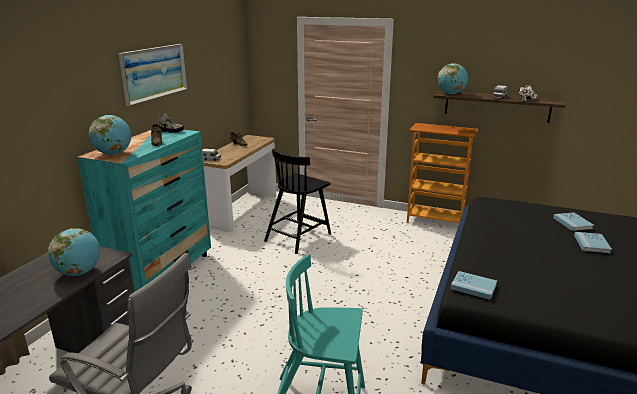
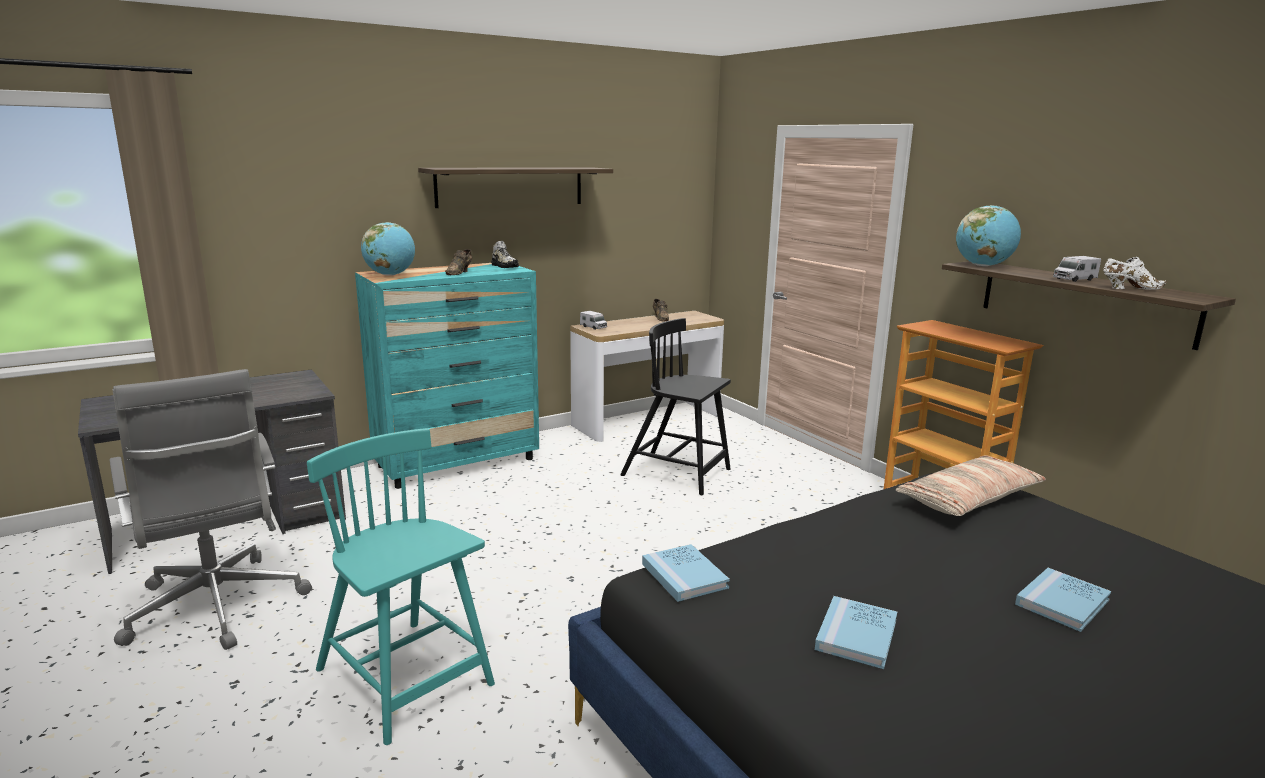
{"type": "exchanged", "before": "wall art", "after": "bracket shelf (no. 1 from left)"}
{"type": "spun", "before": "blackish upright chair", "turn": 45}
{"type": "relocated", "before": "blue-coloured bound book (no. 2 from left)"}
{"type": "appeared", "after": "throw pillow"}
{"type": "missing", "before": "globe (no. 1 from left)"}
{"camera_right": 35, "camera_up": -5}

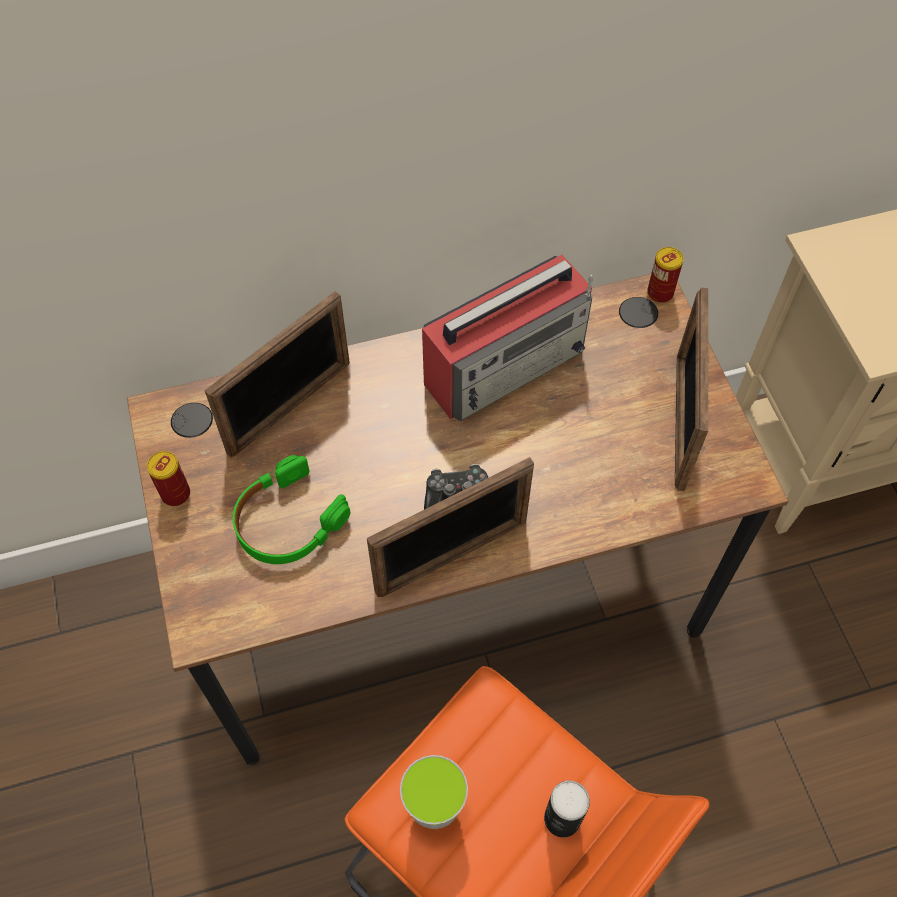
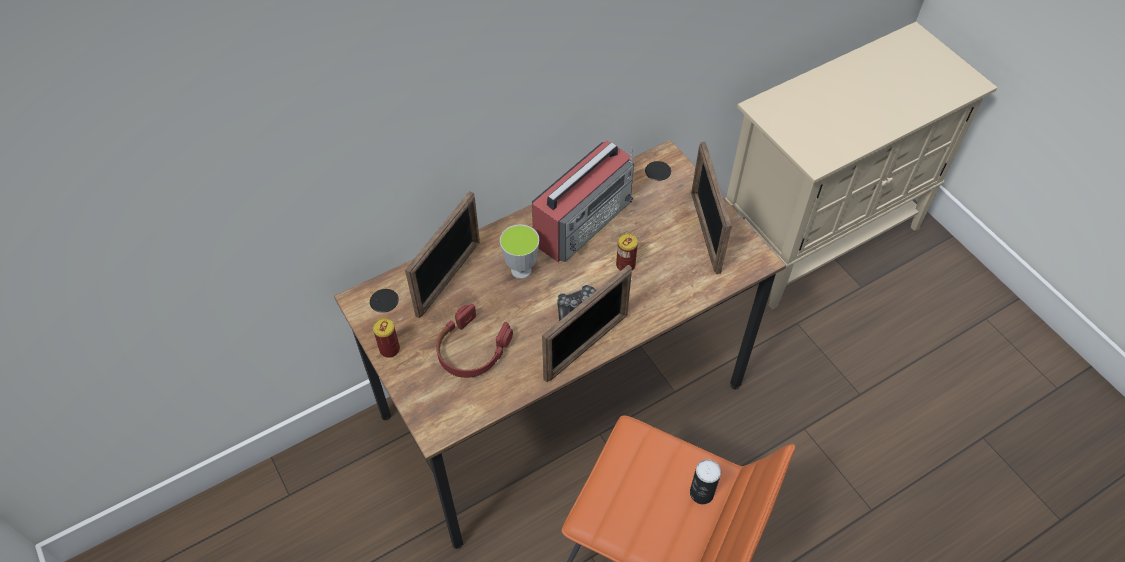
{"type": "colour", "before": "green headset", "after": "red-coloured headset"}
{"type": "relocated", "before": "drinking cup"}
{"type": "relocated", "before": "metal can (no. 3 from left in the first image)", "after": "metal can (no. 2 from left)"}
{"camera_right": -15, "camera_up": -5}

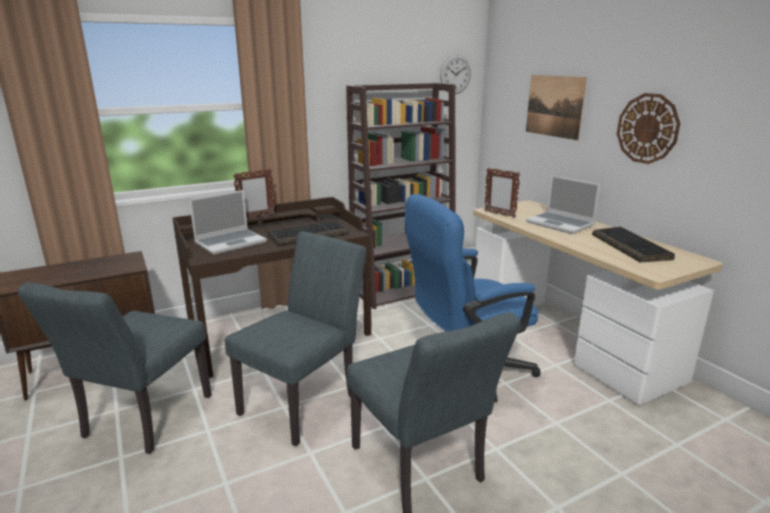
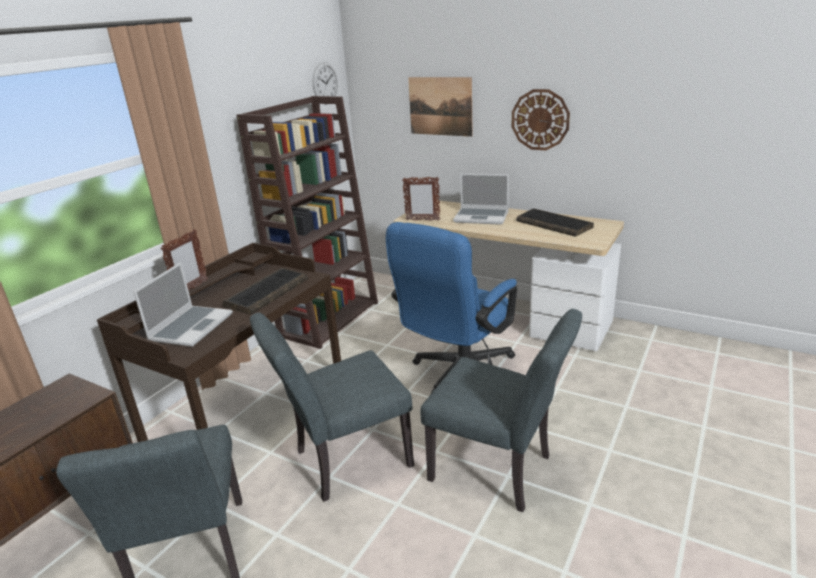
{"type": "spun", "before": "grey upright chair (no. 2 from left)", "turn": -120}
{"camera_right": -30, "camera_up": 5}

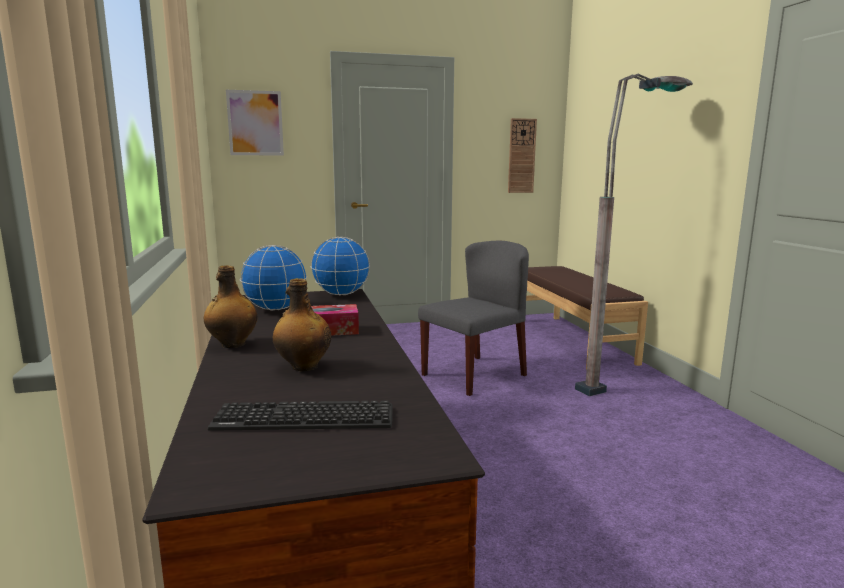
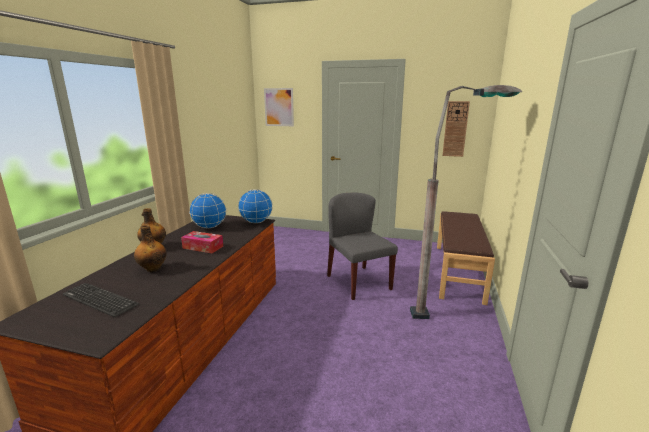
{"type": "spun", "before": "grey upright chair", "turn": -105}
{"camera_right": 30, "camera_up": 5}

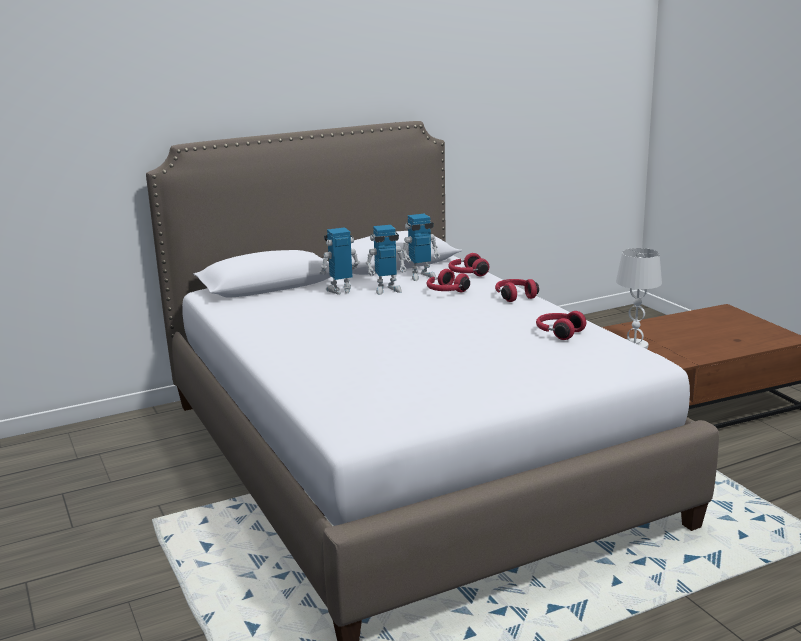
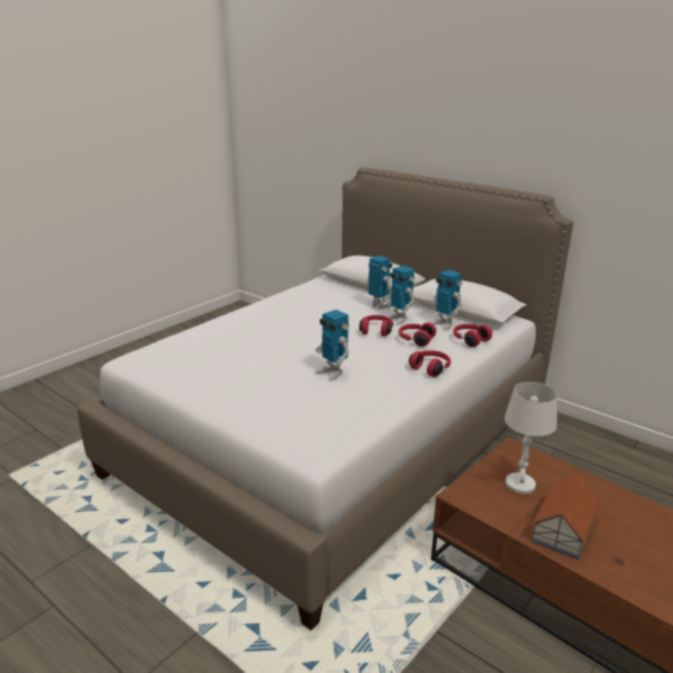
{"type": "appeared", "after": "robot figure (no. 1 from left)"}
{"type": "relocated", "before": "red-coloured headset (no. 4 from left in the first image)", "after": "red-coloured headset (no. 1 from left)"}
{"type": "appeared", "after": "miniature house"}
{"camera_right": 65, "camera_up": 5}

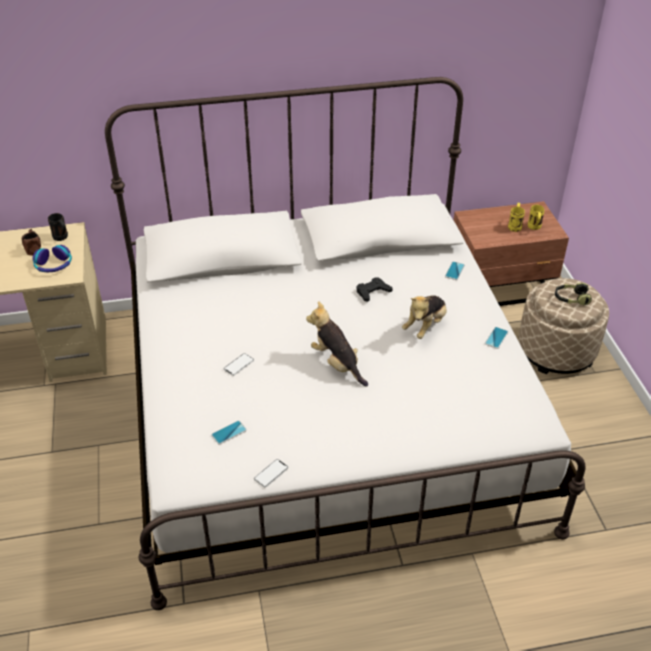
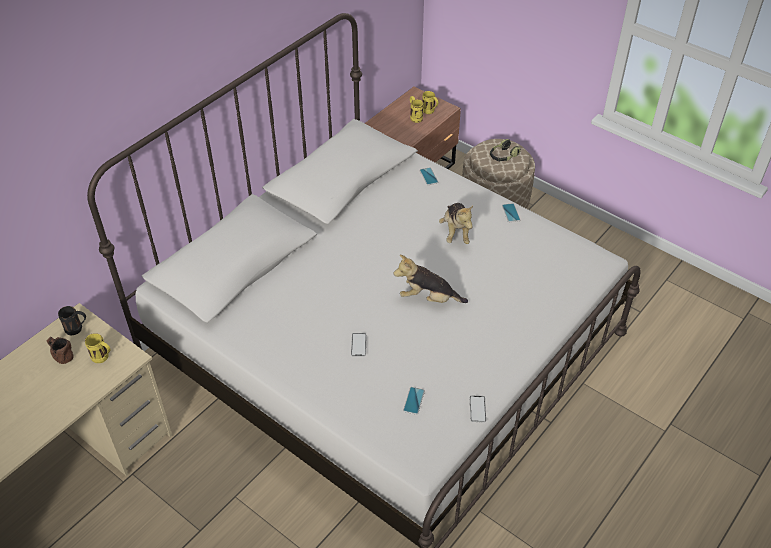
{"type": "exchanged", "before": "headset (no. 1 from left)", "after": "yellowish mug (no. 1 from left)"}
{"type": "missing", "before": "blackish joypad"}
{"camera_right": -40, "camera_up": 5}

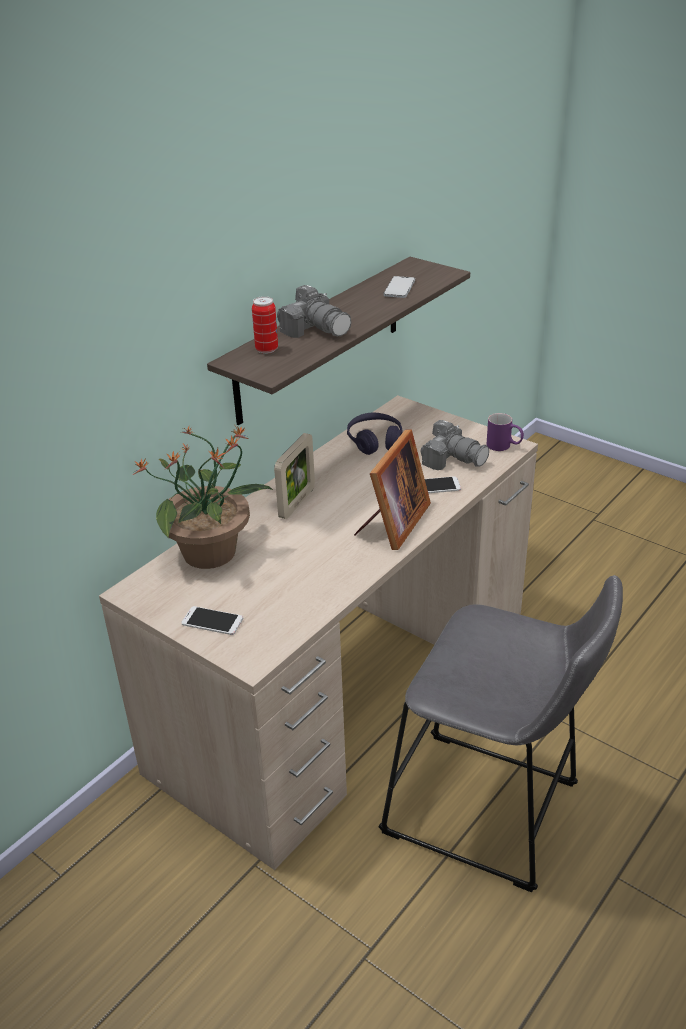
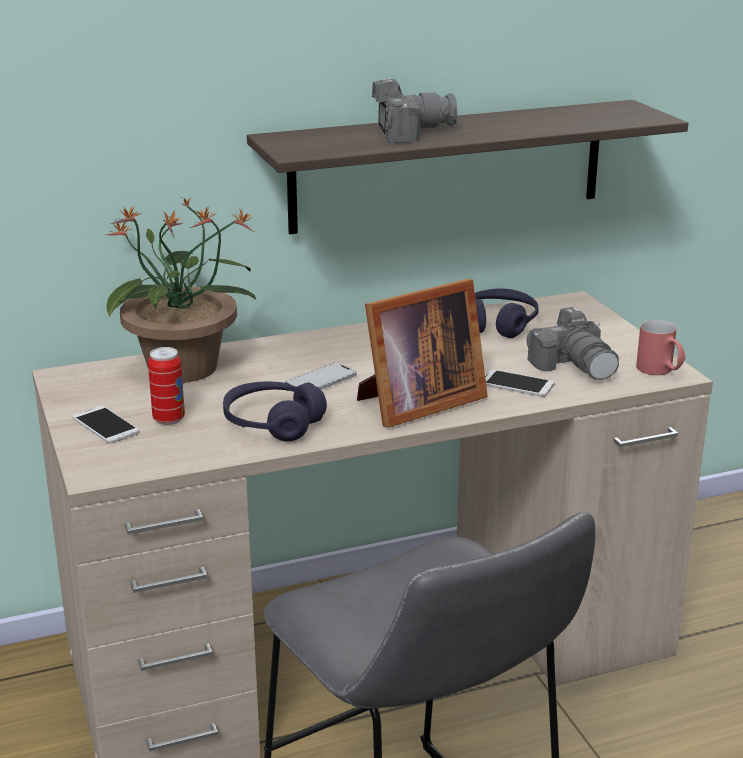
{"type": "relocated", "before": "metal can"}
{"type": "appeared", "after": "purple headset (no. 1 from left)"}
{"type": "relocated", "before": "handset (no. 2 from left)"}
{"type": "spun", "before": "still camera (no. 1 from left)", "turn": -90}
{"type": "colour", "before": "purple mug", "after": "red-coloured mug"}
{"type": "missing", "before": "standing frame (no. 1 from left)"}
{"camera_right": 30, "camera_up": -10}

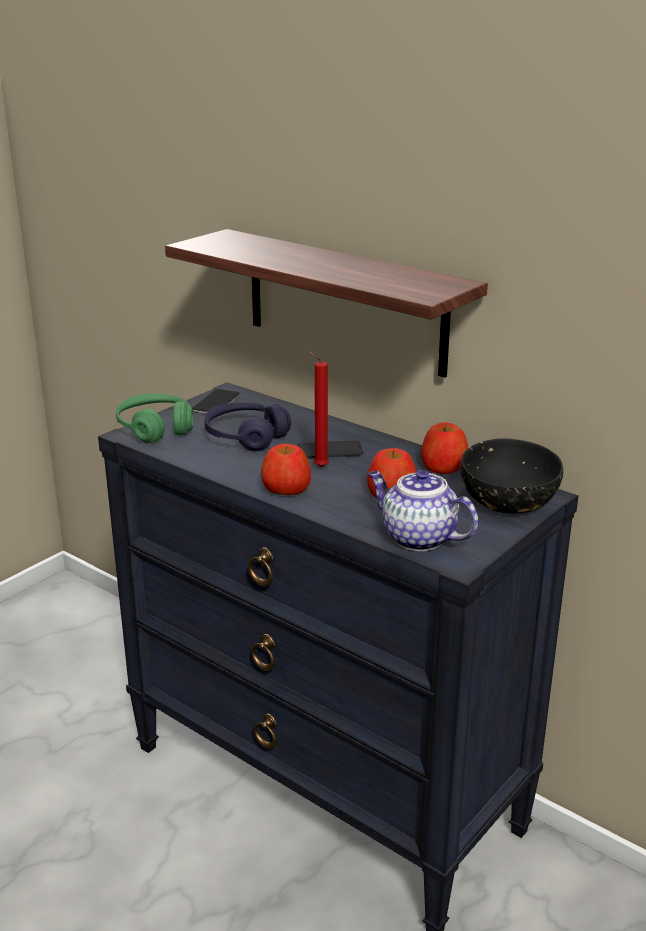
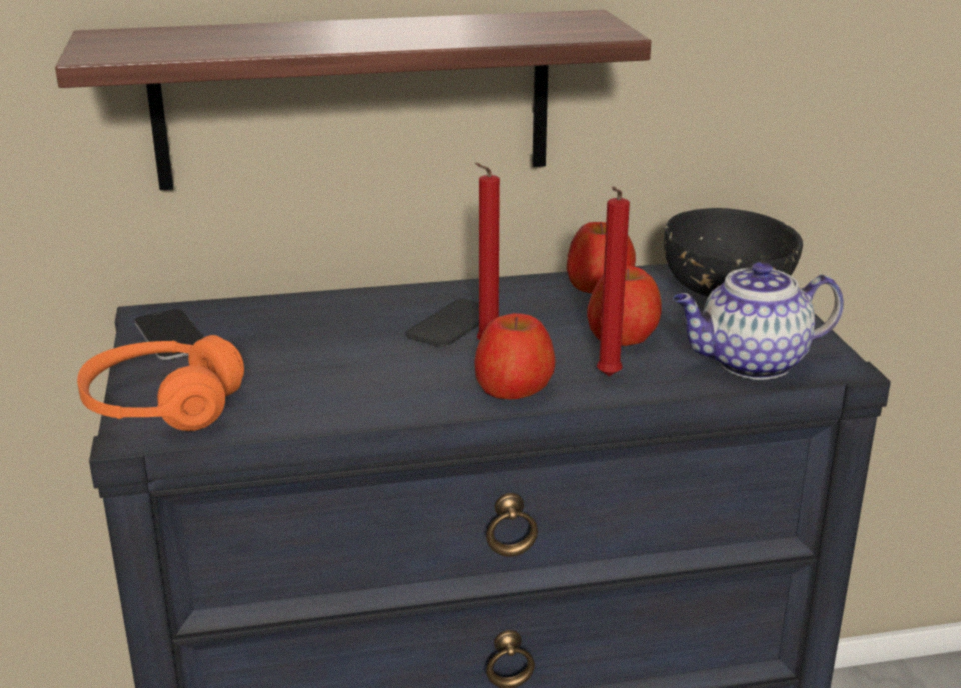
{"type": "colour", "before": "green headset", "after": "orangey headset"}
{"type": "appeared", "after": "red-coloured wax light (no. 2 from left)"}
{"type": "missing", "before": "purple headset"}
{"camera_right": -50, "camera_up": 0}

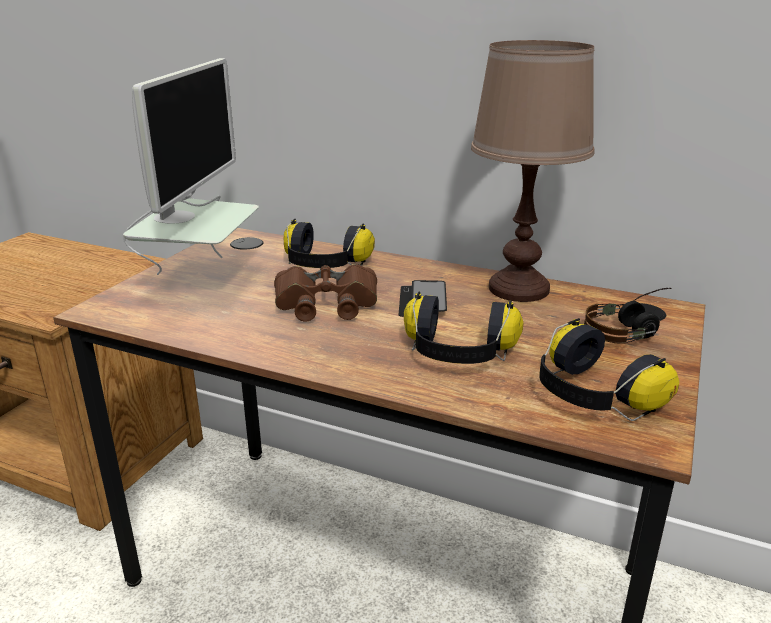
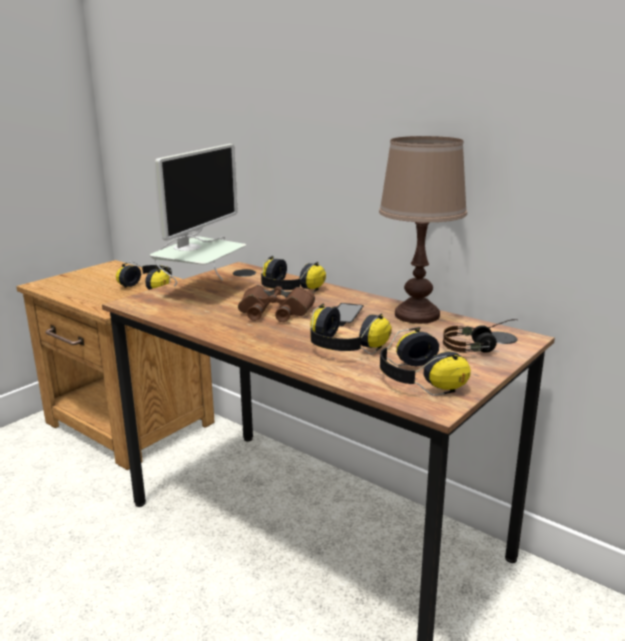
{"type": "appeared", "after": "headset (no. 1 from left)"}
{"camera_right": 15, "camera_up": -5}

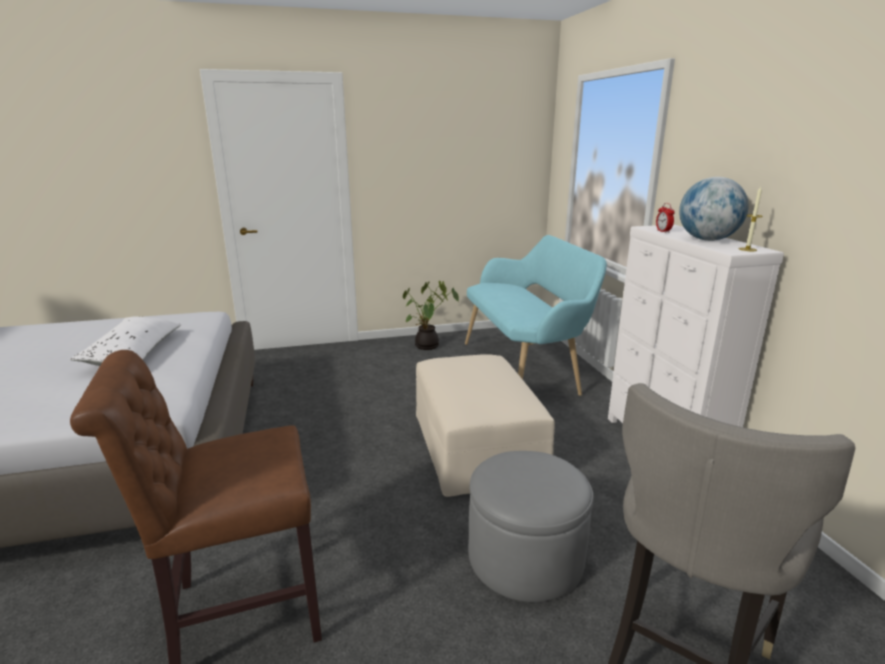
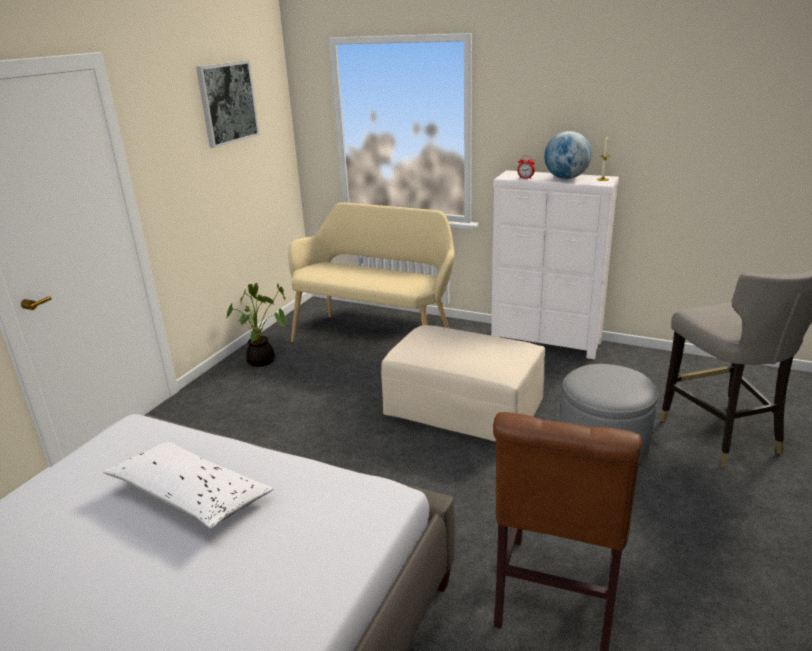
{"type": "appeared", "after": "wall art"}
{"type": "colour", "before": "blue-green bench", "after": "sand-coloured bench"}
{"camera_right": -50, "camera_up": 5}

